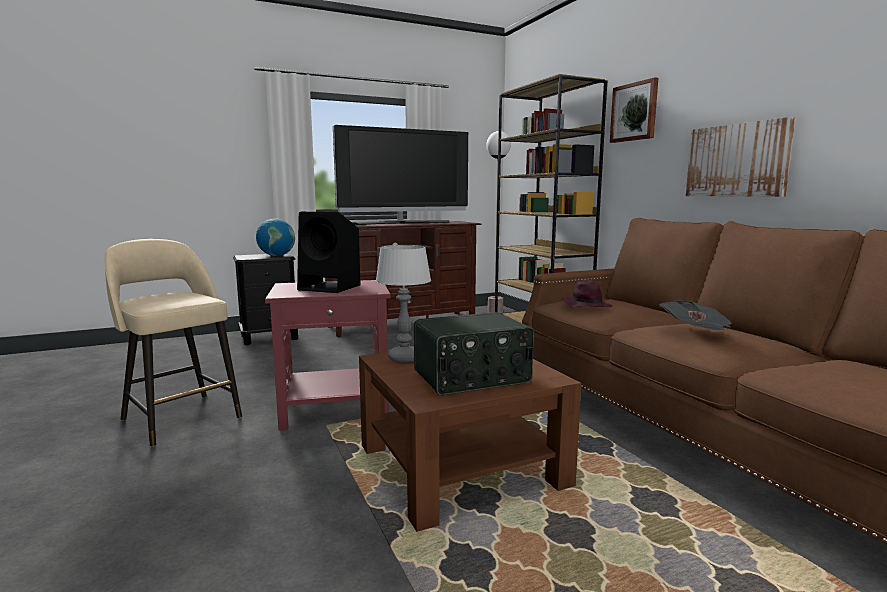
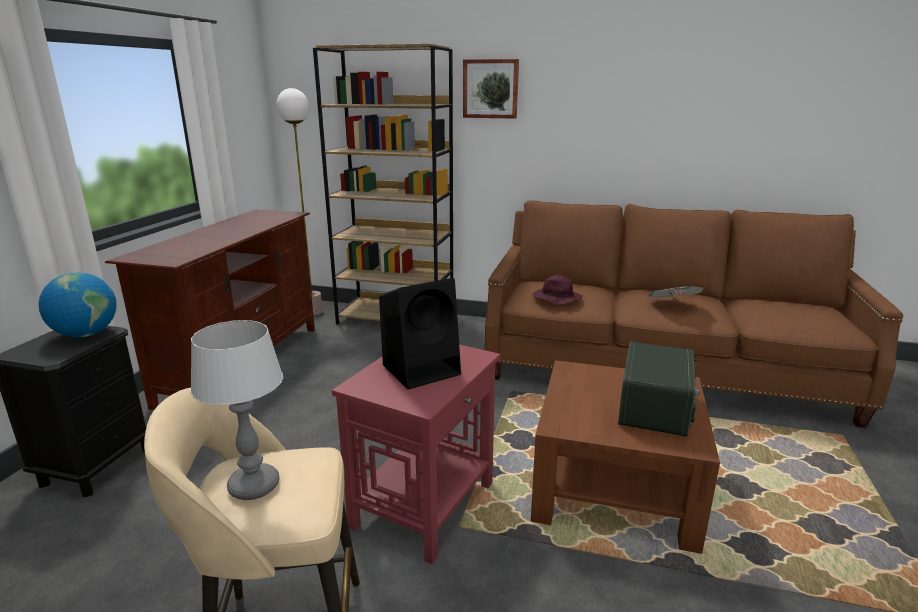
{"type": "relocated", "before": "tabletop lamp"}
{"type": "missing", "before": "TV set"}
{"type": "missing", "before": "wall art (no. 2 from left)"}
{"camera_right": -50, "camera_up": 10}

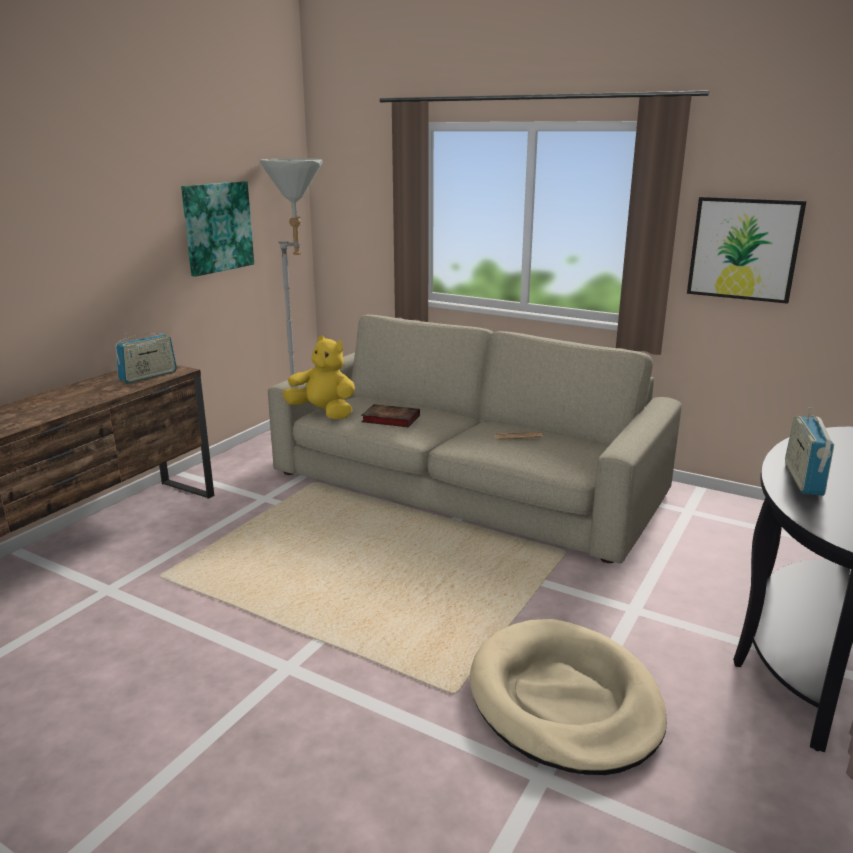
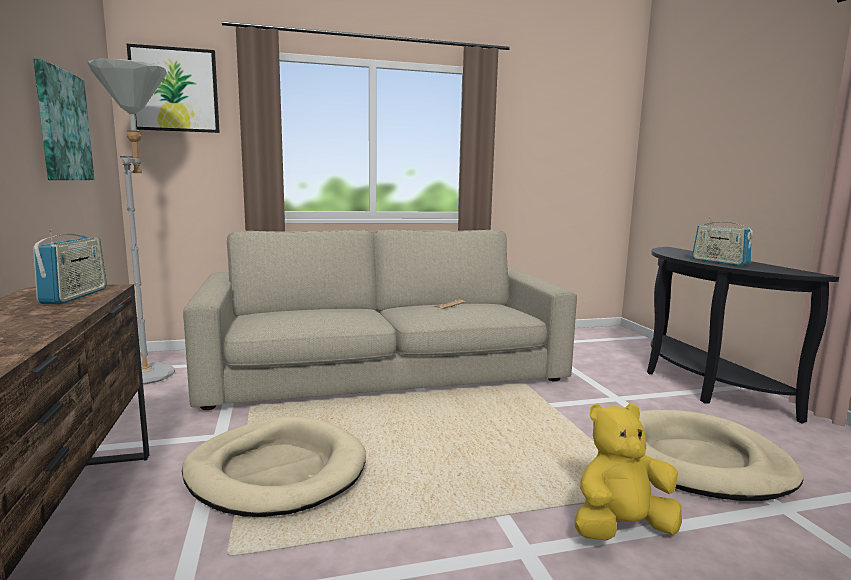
{"type": "relocated", "before": "wall art (no. 2 from left)"}
{"type": "appeared", "after": "sand-coloured dog cushion (no. 1 from left)"}
{"type": "relocated", "before": "yellowish plush toy"}
{"type": "missing", "before": "bound book"}
{"camera_right": -45, "camera_up": -10}

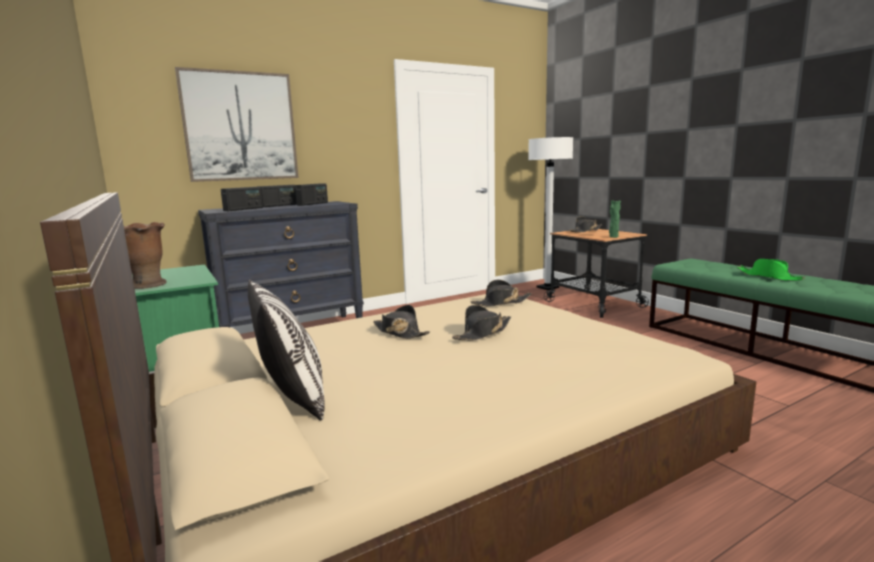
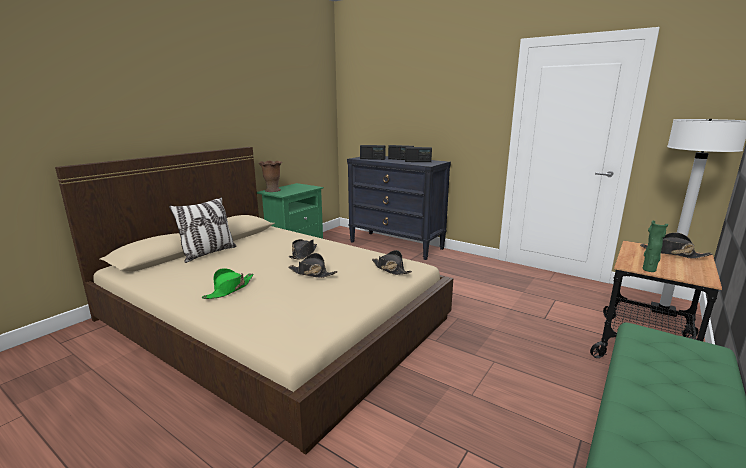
{"type": "relocated", "before": "green hat"}
{"type": "missing", "before": "wall art"}
{"camera_right": 65, "camera_up": 5}

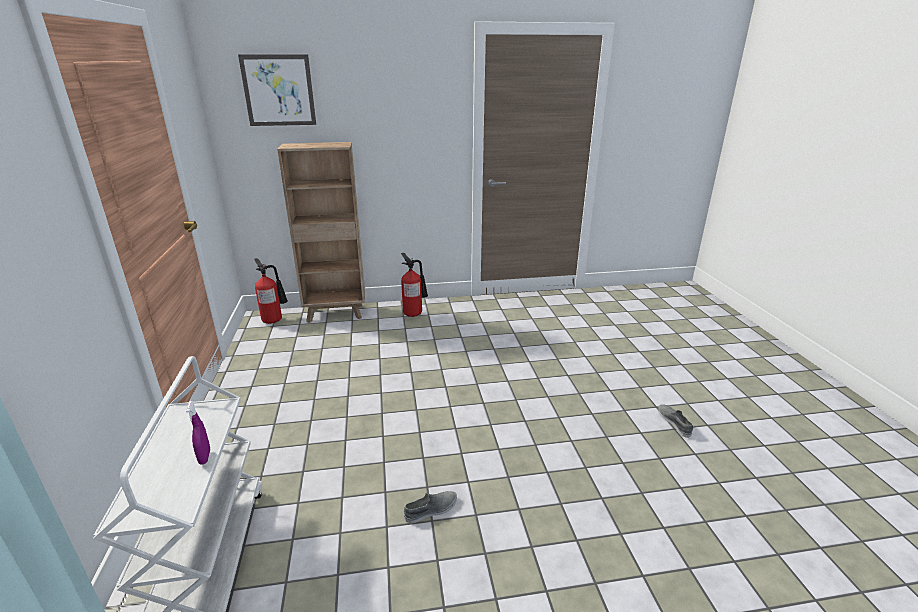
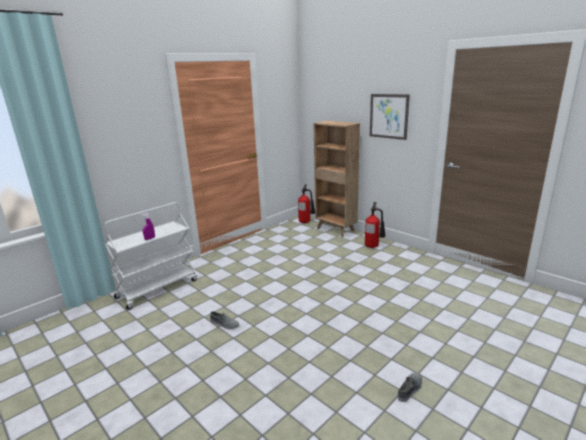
{"type": "relocated", "before": "wall art"}
{"camera_right": 55, "camera_up": -5}

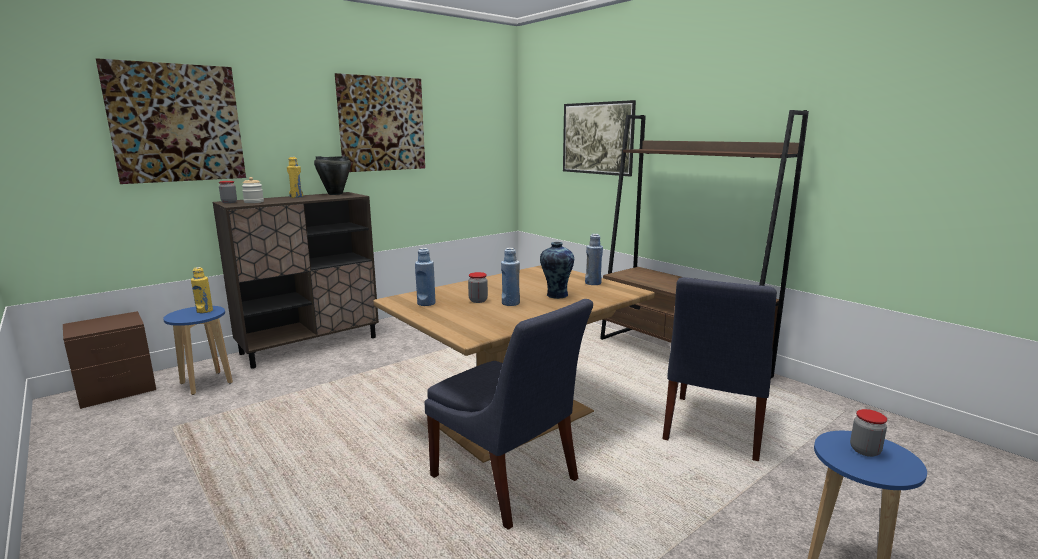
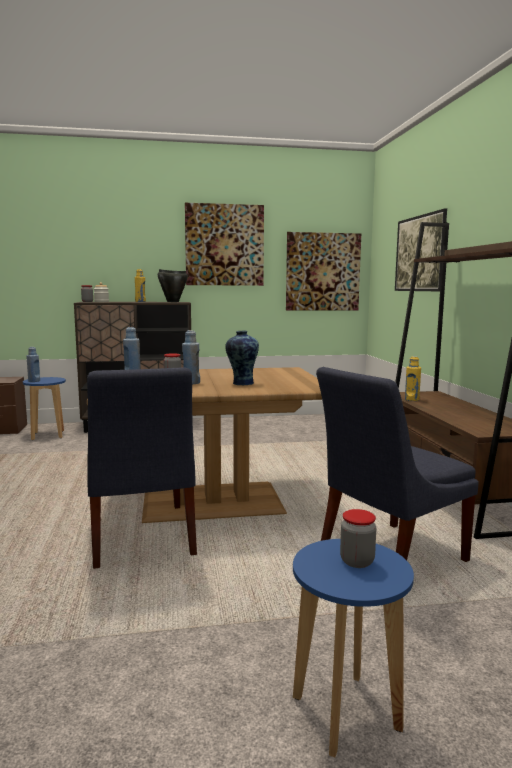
{"type": "relocated", "before": "blue-coloured beverage bottle (no. 3 from left in the first image)", "after": "blue-coloured beverage bottle (no. 1 from left)"}
{"type": "relocated", "before": "wall art (no. 1 from left in the first image)", "after": "wall art (no. 2 from left)"}
{"type": "relocated", "before": "yellowish beverage bottle (no. 1 from left in the first image)", "after": "yellowish beverage bottle (no. 2 from left)"}
{"camera_right": 30, "camera_up": -5}

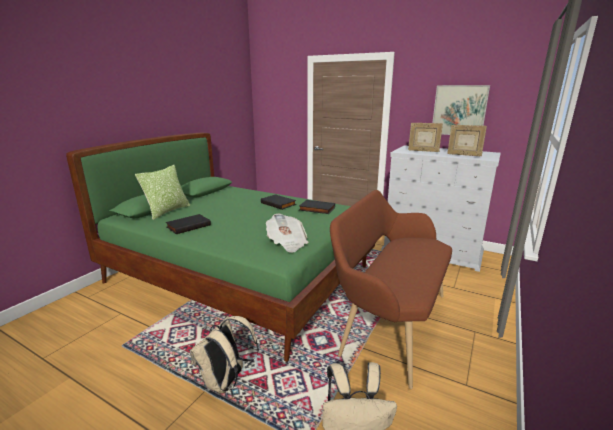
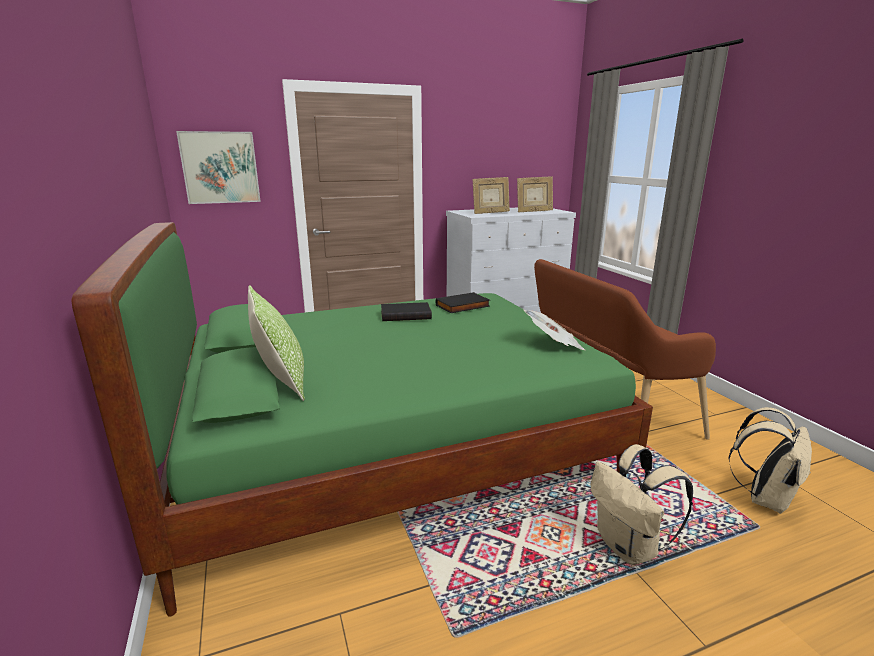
{"type": "relocated", "before": "wall art"}
{"type": "missing", "before": "blackish bound book (no. 1 from left)"}
{"camera_right": -50, "camera_up": 0}

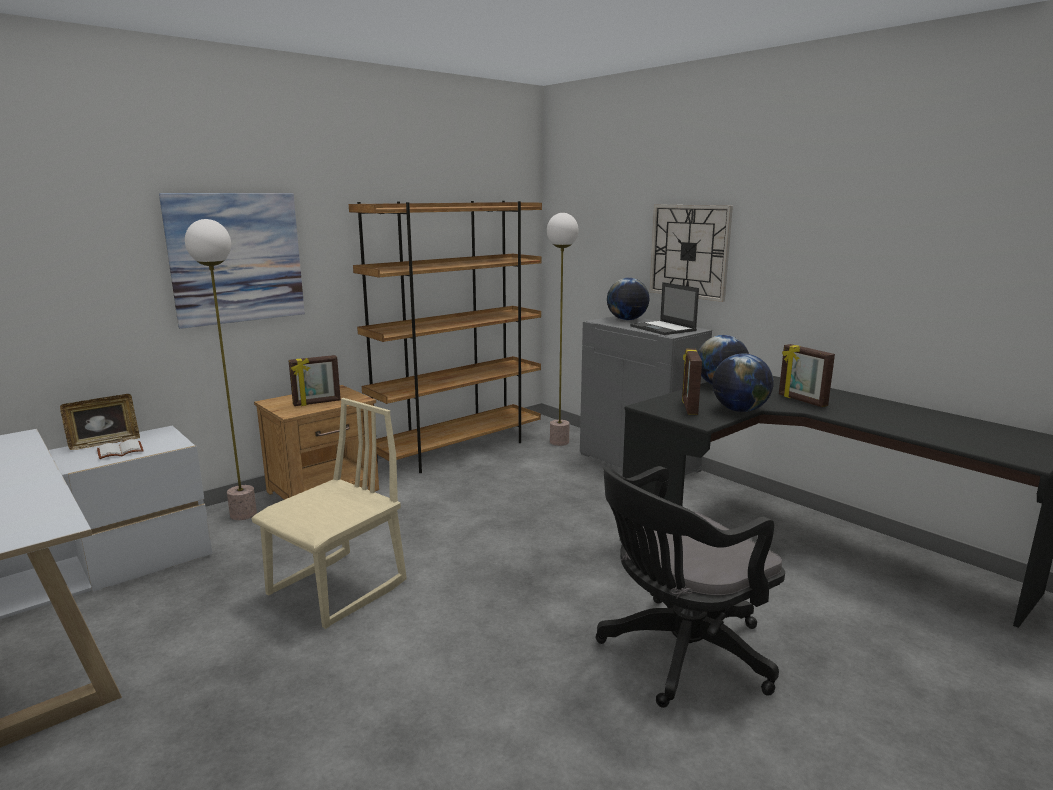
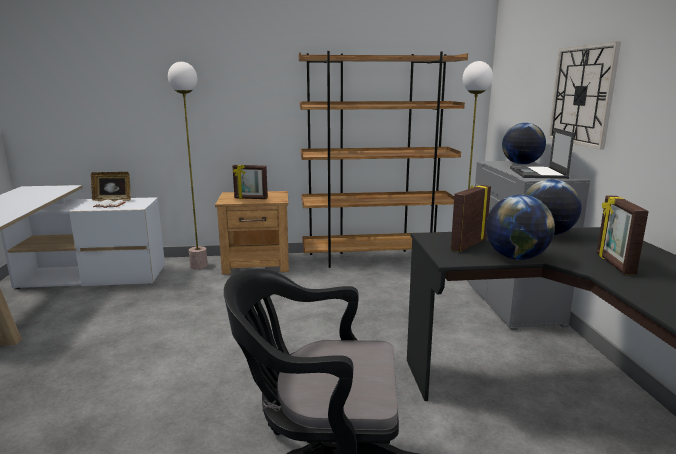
{"type": "missing", "before": "wall art"}
{"type": "missing", "before": "sand-coloured upright chair"}
{"camera_right": 35, "camera_up": 0}

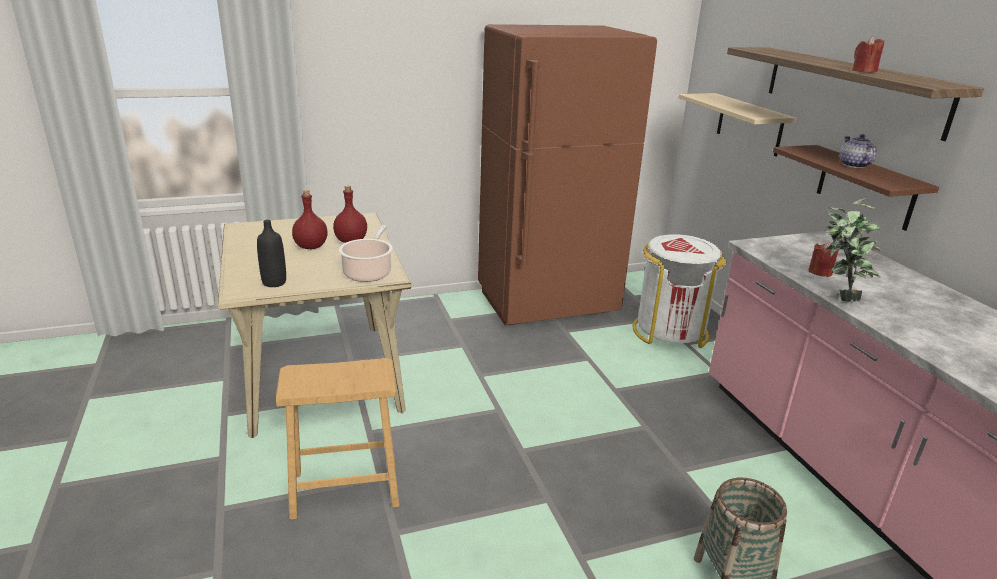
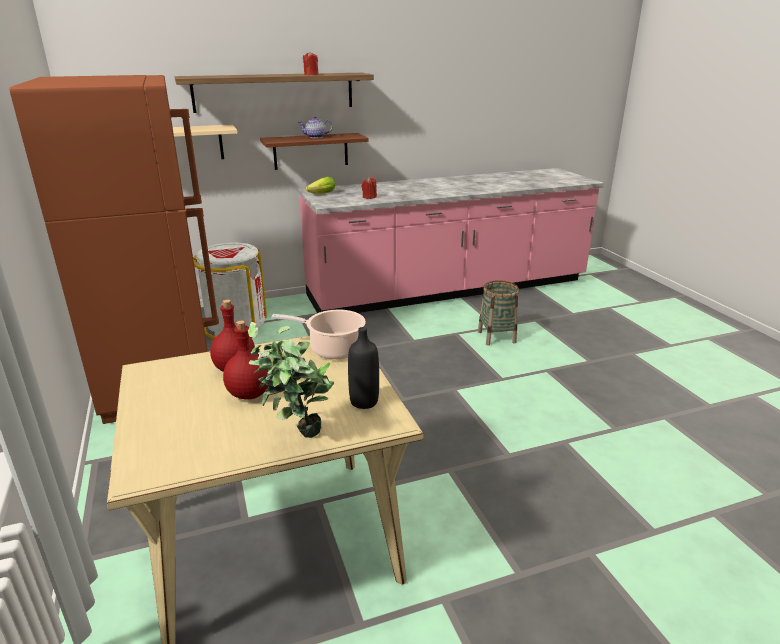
{"type": "relocated", "before": "houseplant"}
{"type": "appeared", "after": "head of lettuce"}
{"type": "missing", "before": "brown-coloured stool seat"}
{"camera_right": -90, "camera_up": 0}

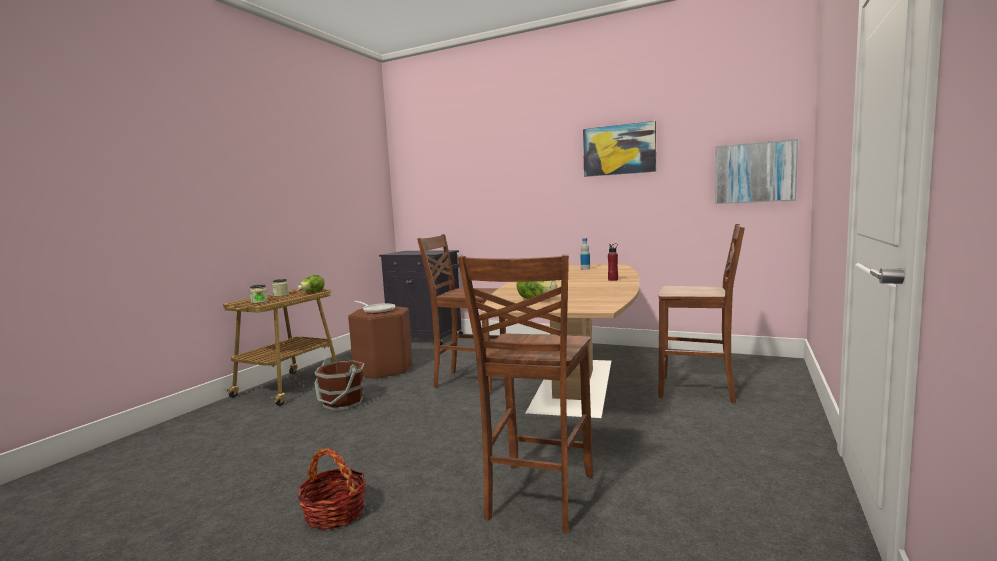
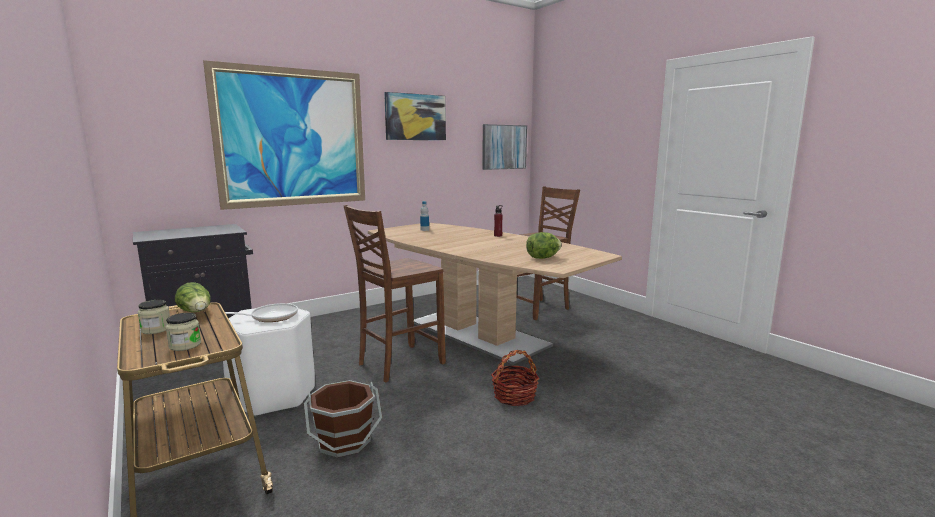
{"type": "appeared", "after": "wall art (no. 1 from left)"}
{"type": "colour", "before": "brown-coloured stool seat", "after": "whitish stool seat"}
{"type": "relocated", "before": "basket"}
{"type": "missing", "before": "brown-coloured upright chair (no. 2 from left)"}
{"camera_right": -60, "camera_up": 5}

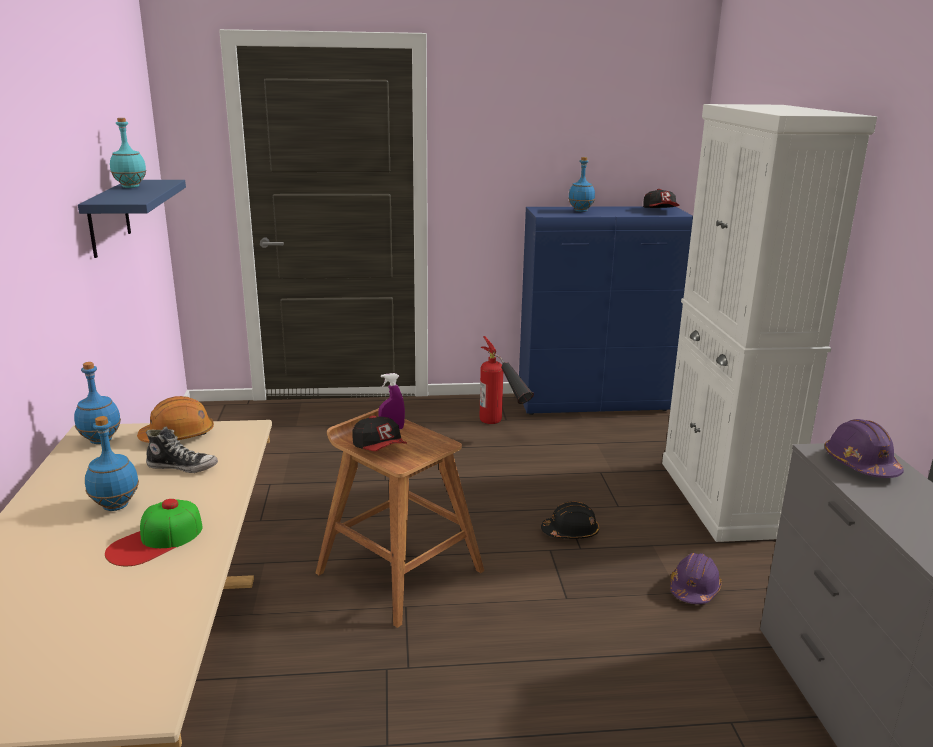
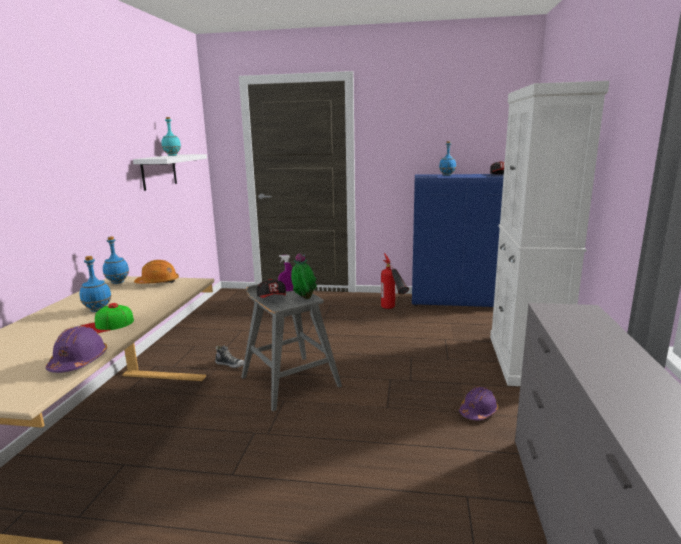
{"type": "relocated", "before": "purple hard hat (no. 2 from left in the first image)", "after": "purple hard hat (no. 1 from left)"}
{"type": "colour", "before": "blue-coloured bracket shelf", "after": "whitish bracket shelf"}
{"type": "relocated", "before": "shoe"}
{"type": "colour", "before": "brown-coloured stool seat", "after": "grey stool seat"}
{"type": "appeared", "after": "houseplant"}
{"type": "missing", "before": "blackish hard hat"}
{"camera_right": 15, "camera_up": -5}

